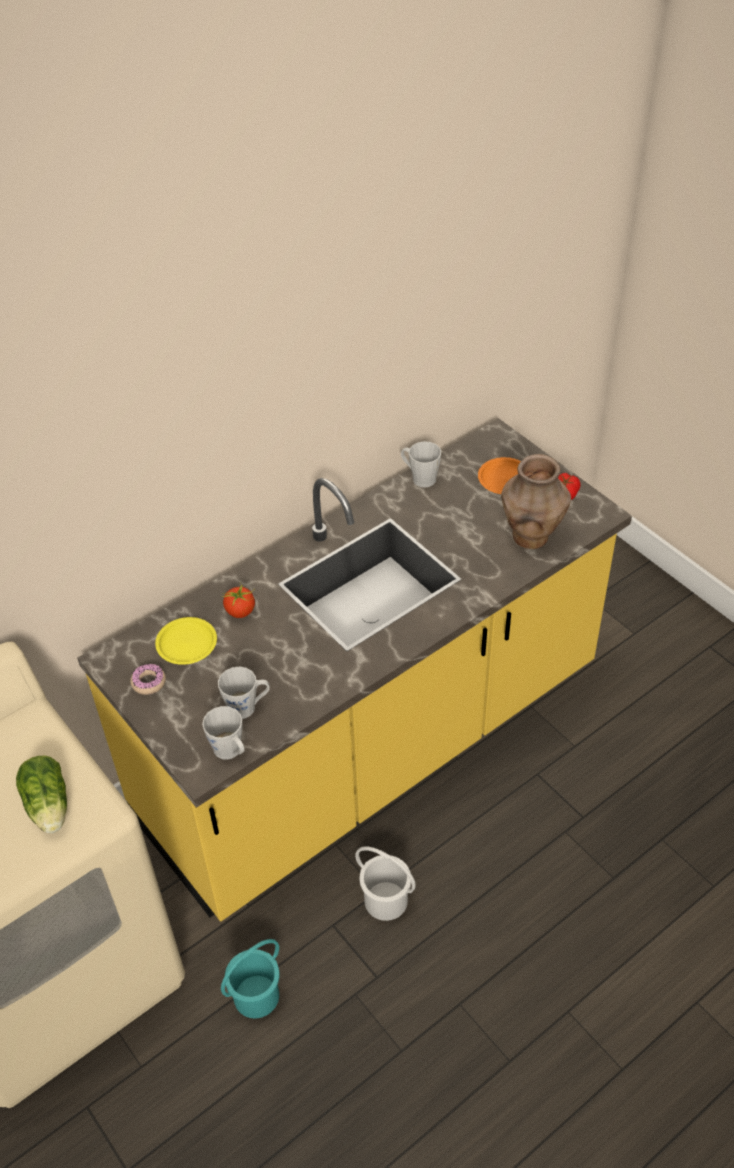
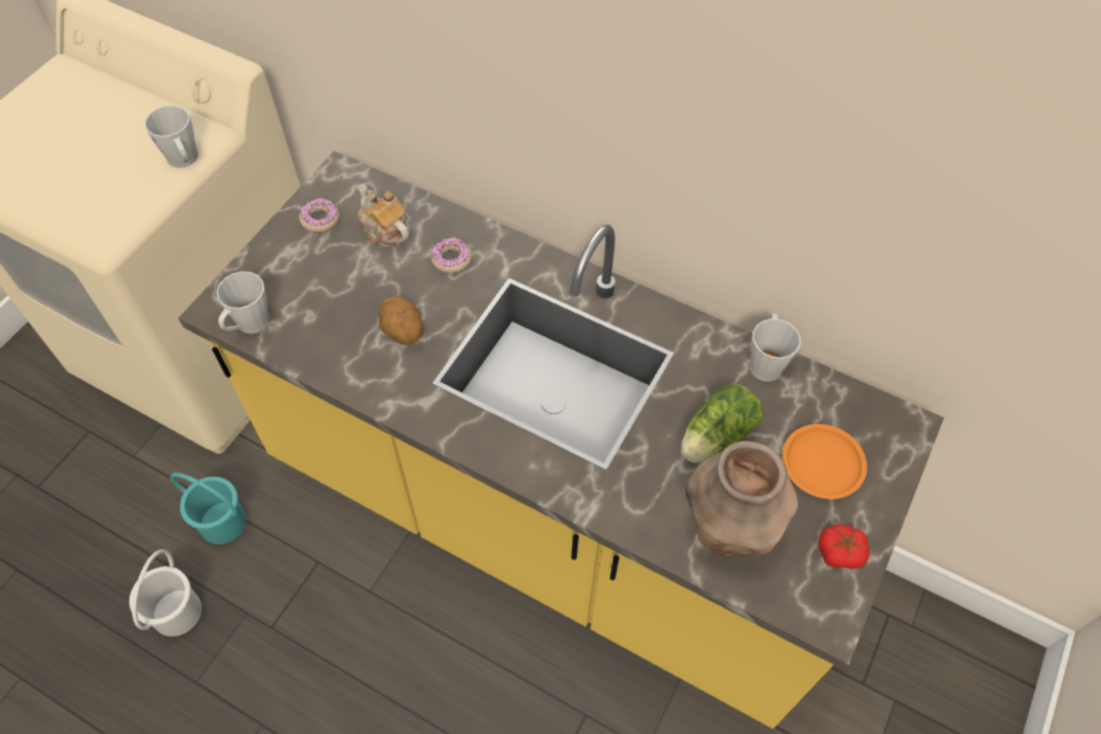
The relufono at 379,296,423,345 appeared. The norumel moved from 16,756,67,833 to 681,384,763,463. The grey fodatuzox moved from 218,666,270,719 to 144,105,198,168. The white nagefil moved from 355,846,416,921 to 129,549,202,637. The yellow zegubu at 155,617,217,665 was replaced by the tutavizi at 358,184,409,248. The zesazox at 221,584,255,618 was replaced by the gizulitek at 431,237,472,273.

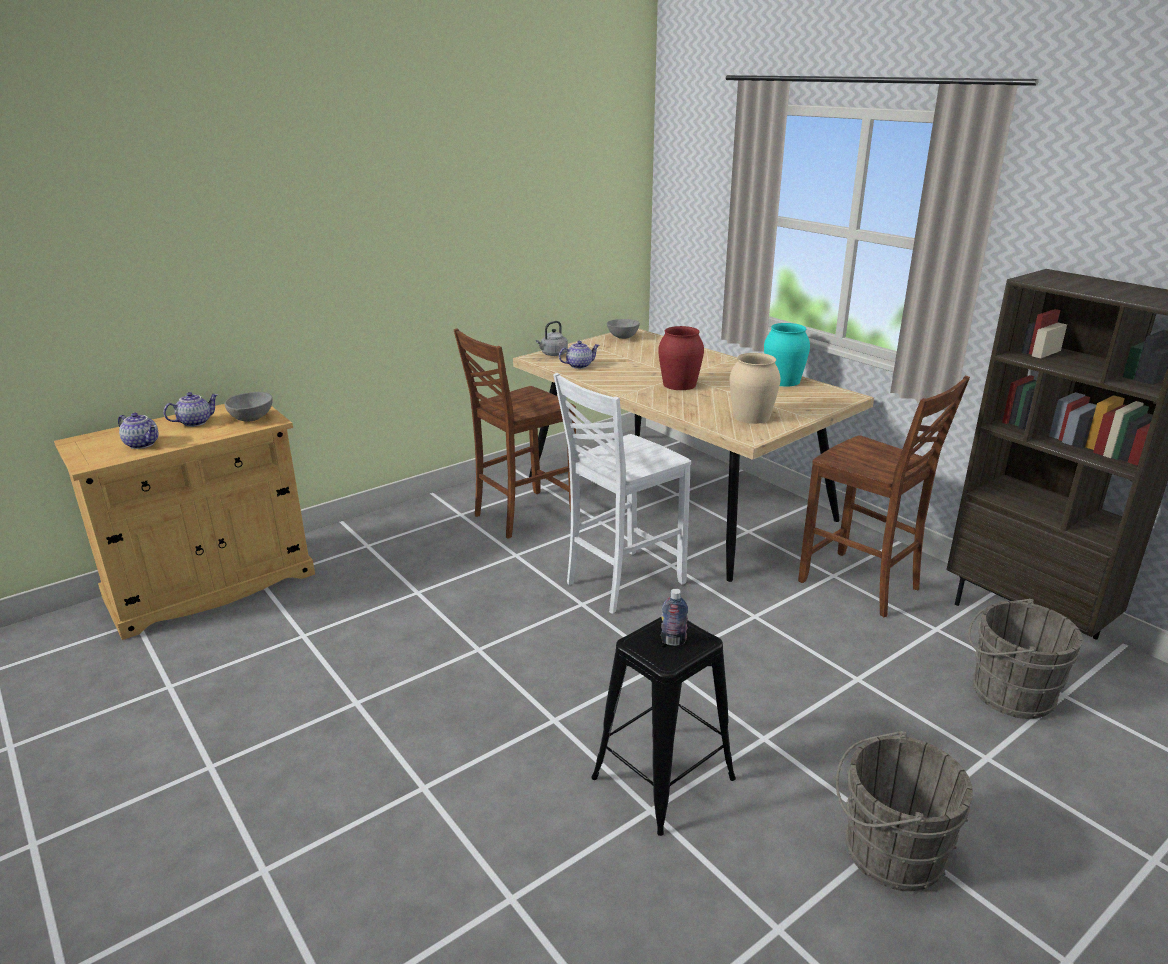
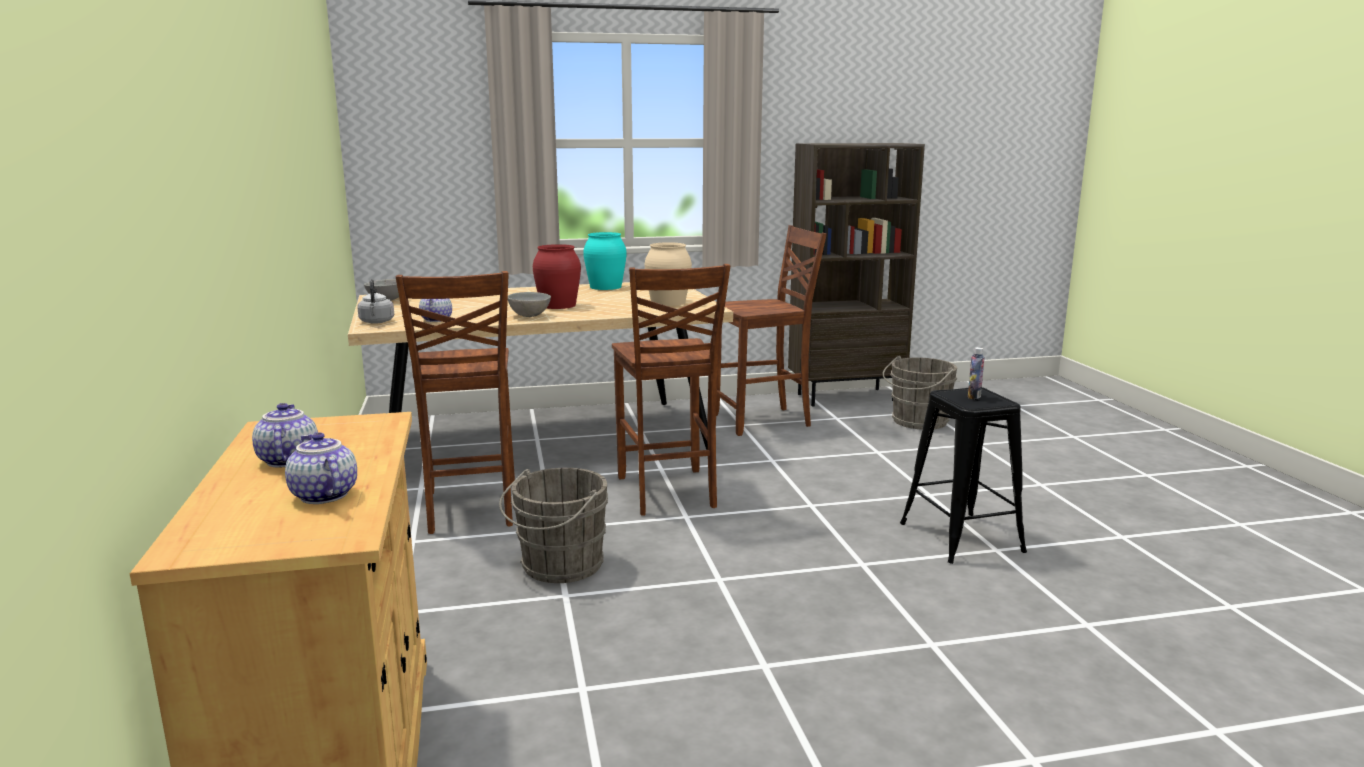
The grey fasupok moved from 225,392,273,422 to 508,292,551,317. The grey nagefil moved from 836,731,973,891 to 499,468,608,583. The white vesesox at 553,373,691,614 became the brown vesesox at 612,264,730,516. The tutavizi at 118,413,159,449 turned 90 degrees counterclockwise.

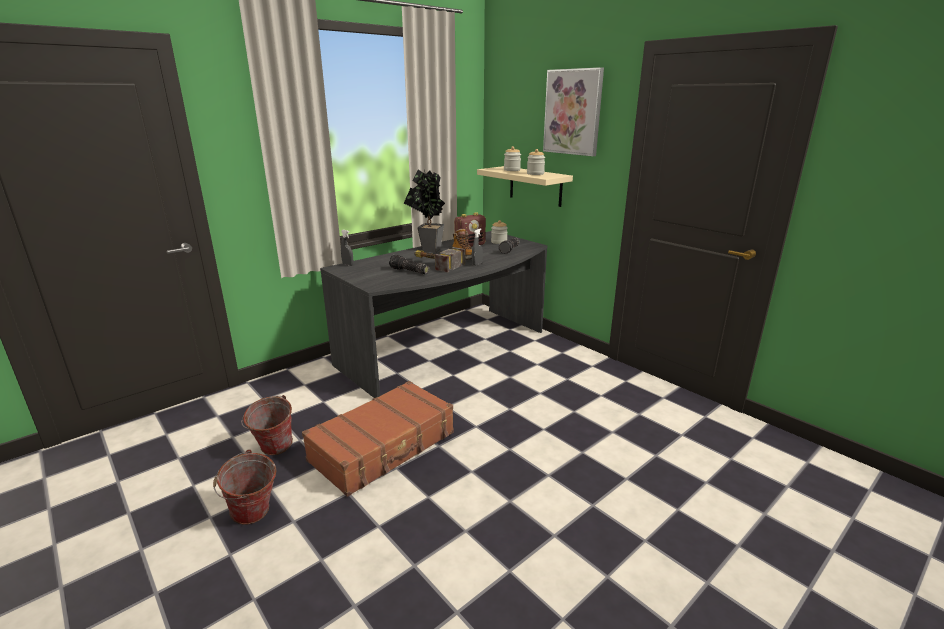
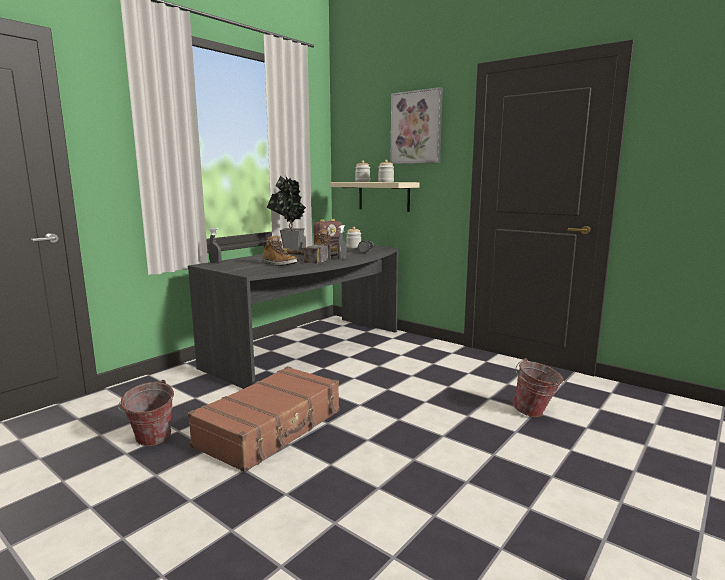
The nagefil moved from 213,449,276,525 to 513,358,563,417. The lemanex at 389,255,429,274 was replaced by the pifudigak at 262,235,297,266.

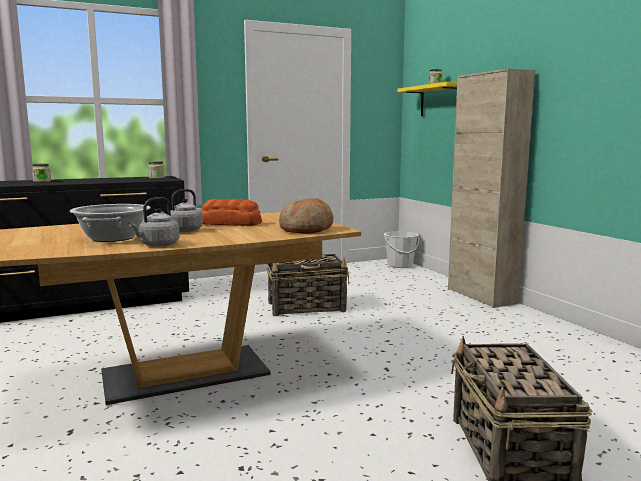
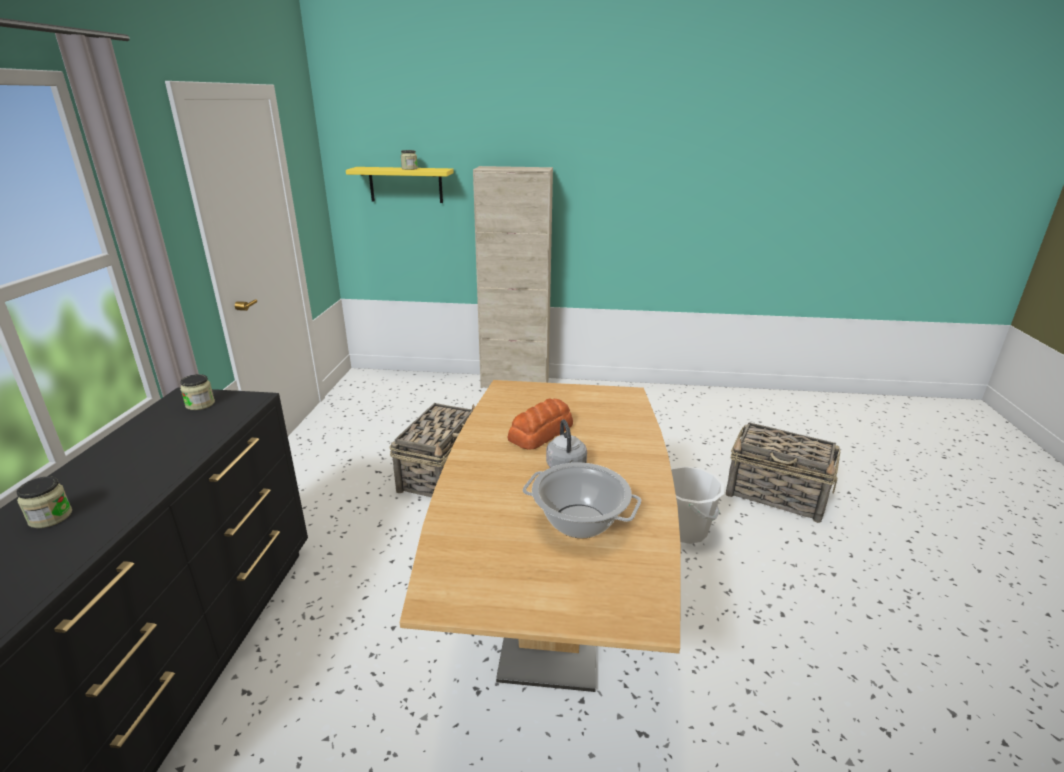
The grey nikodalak at 128,197,180,247 disappeared. The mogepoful at 279,198,333,233 disappeared. The white nagefil moved from 384,231,419,268 to 671,466,724,544.

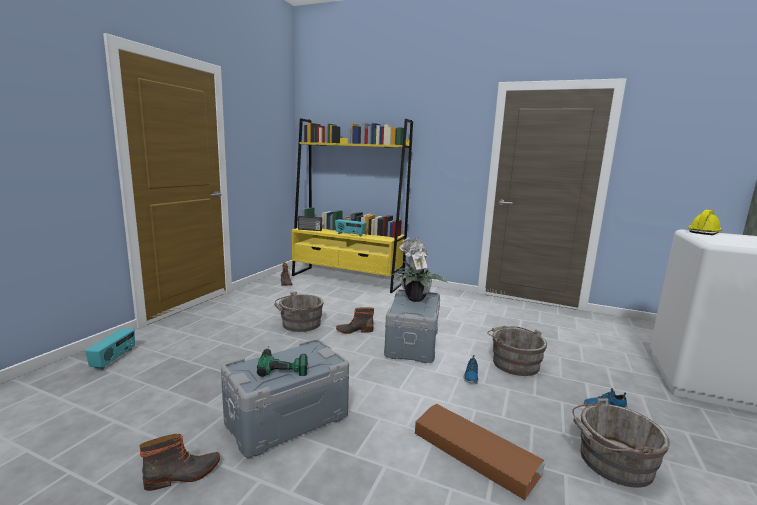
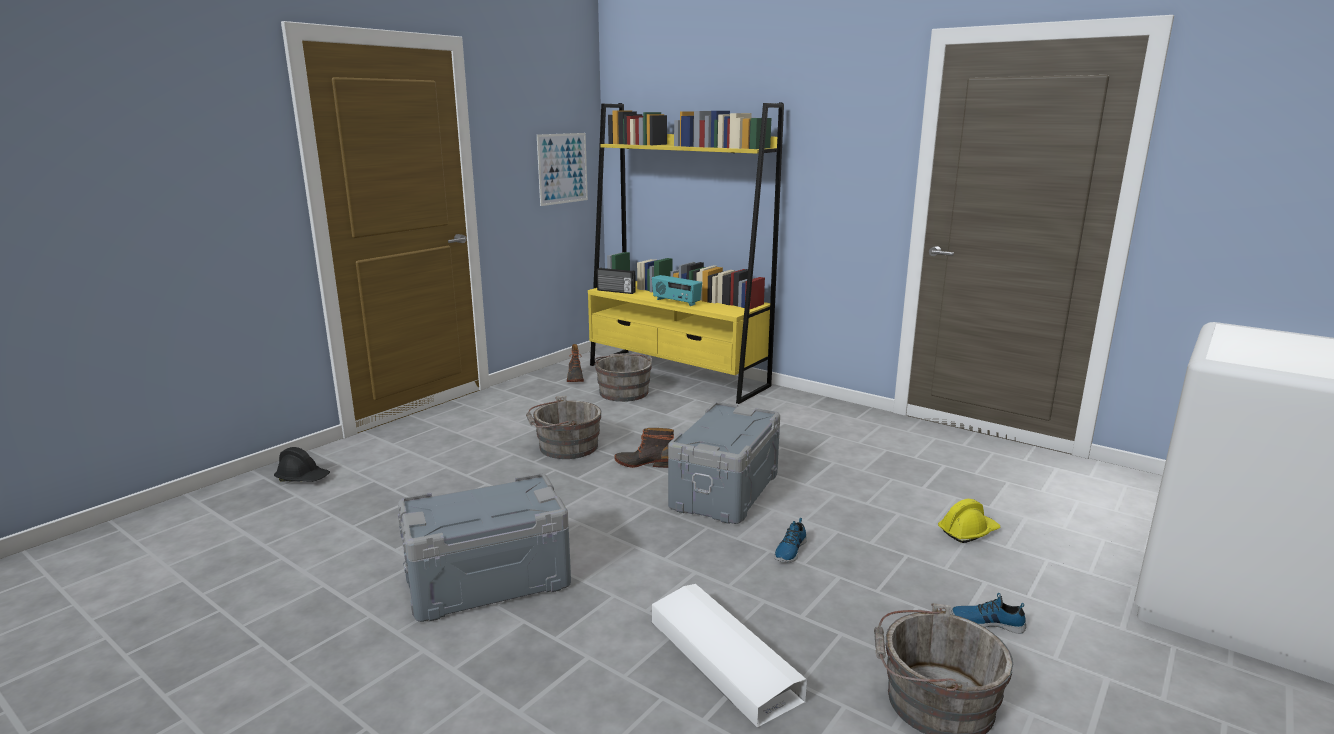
The pifudigak at 139,434,220,491 disappeared. The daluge at 257,346,307,377 disappeared. The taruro at 392,237,447,302 disappeared. The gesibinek at 537,133,588,206 appeared. The grey nagefil moved from 487,326,547,376 to 594,353,652,402. The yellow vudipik moved from 688,210,722,235 to 938,499,1000,543. The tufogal at 85,328,135,370 was replaced by the black vudipik at 274,447,330,482. The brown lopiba at 415,404,545,500 became the white lopiba at 652,584,807,728.

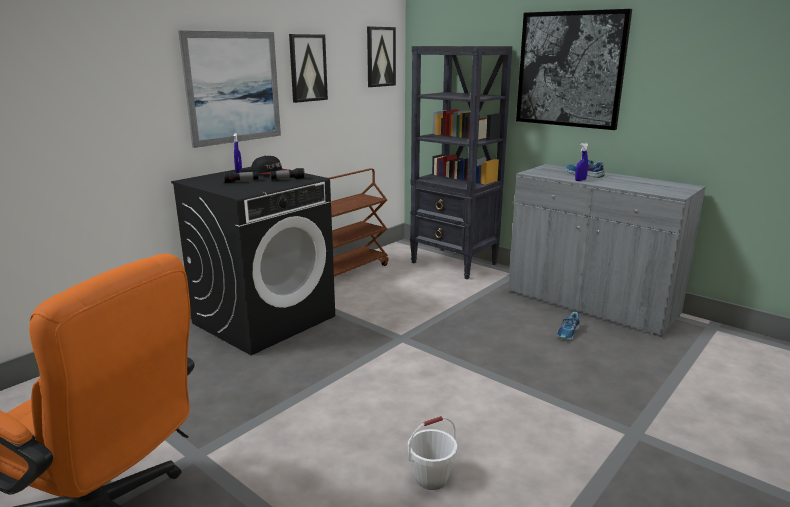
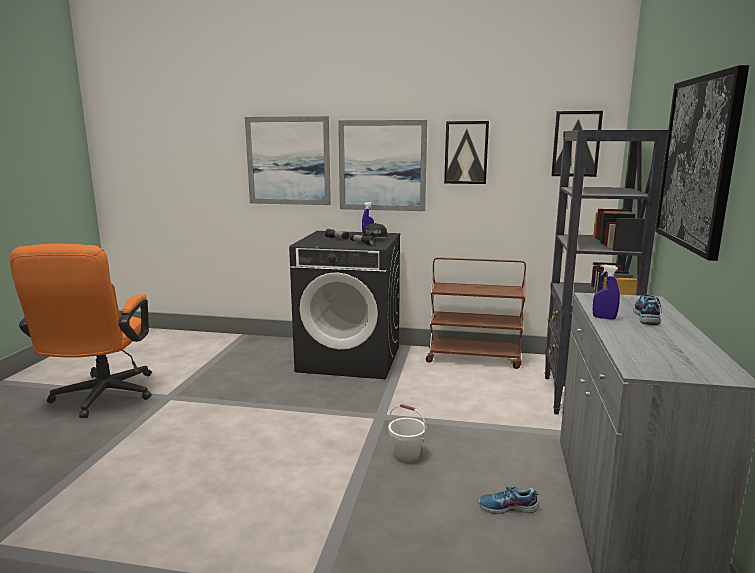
The gesibinek at 245,116,331,205 appeared. The white nagefil moved from 408,416,457,490 to 388,404,426,463.

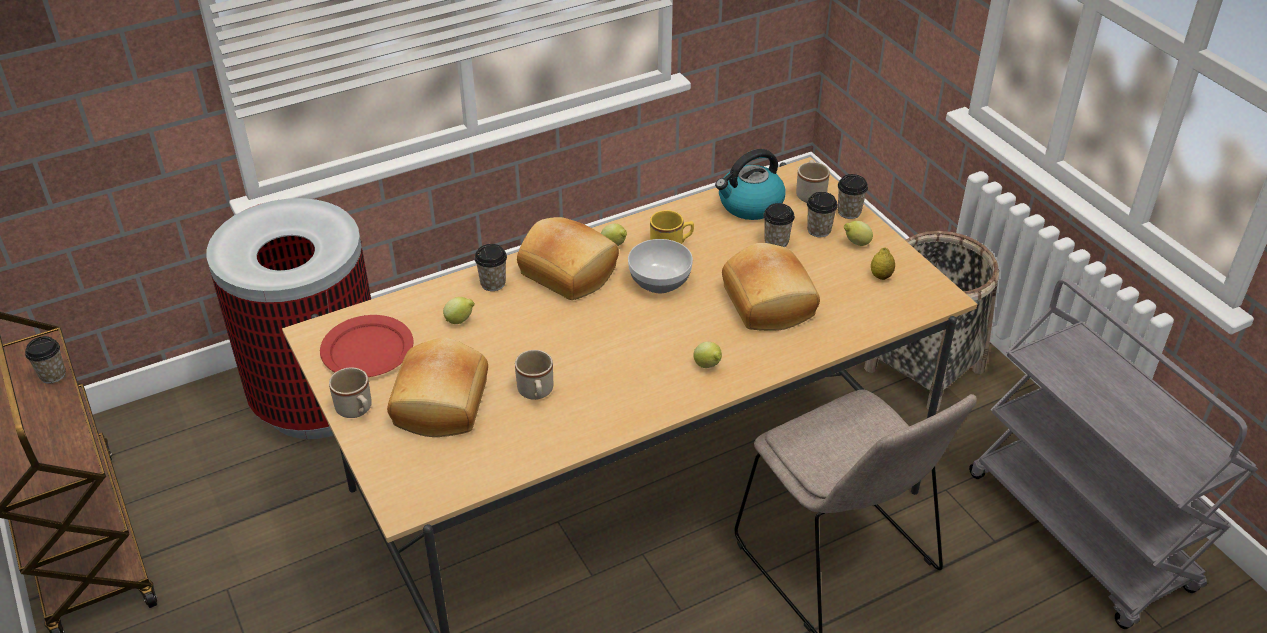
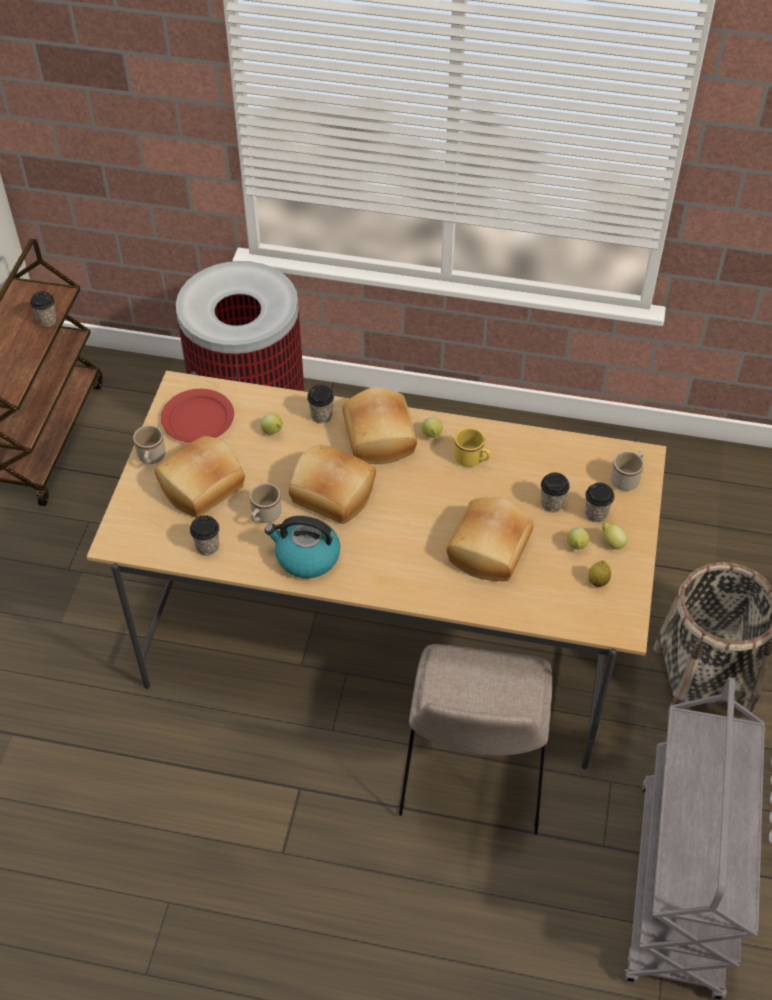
The fasupok at 628,239,693,293 disappeared. The mogepoful at 289,445,376,524 appeared. The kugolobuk moved from 693,342,722,368 to 567,527,589,550. The nikodalak moved from 715,149,786,220 to 265,516,340,578. The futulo moved from 838,174,868,219 to 190,515,219,556.

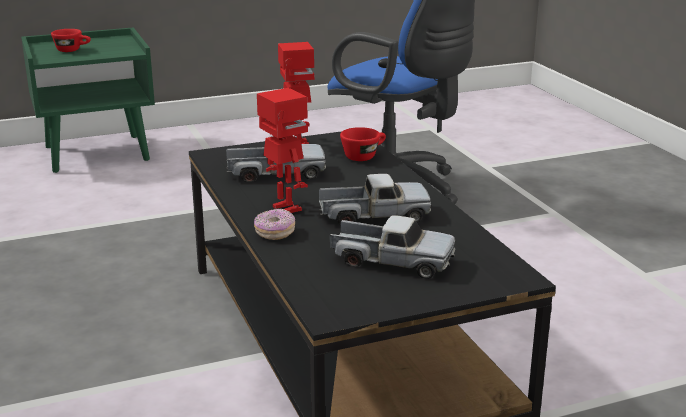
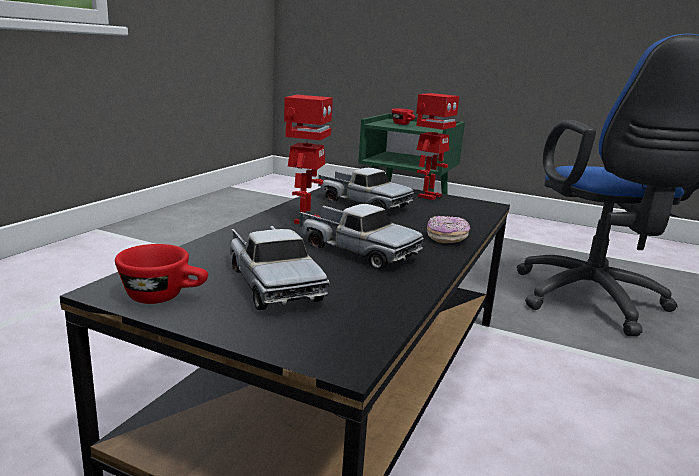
The gizulitek moved from 254,209,295,240 to 427,216,470,243. The red futulo moved from 340,127,386,161 to 115,244,208,304.

